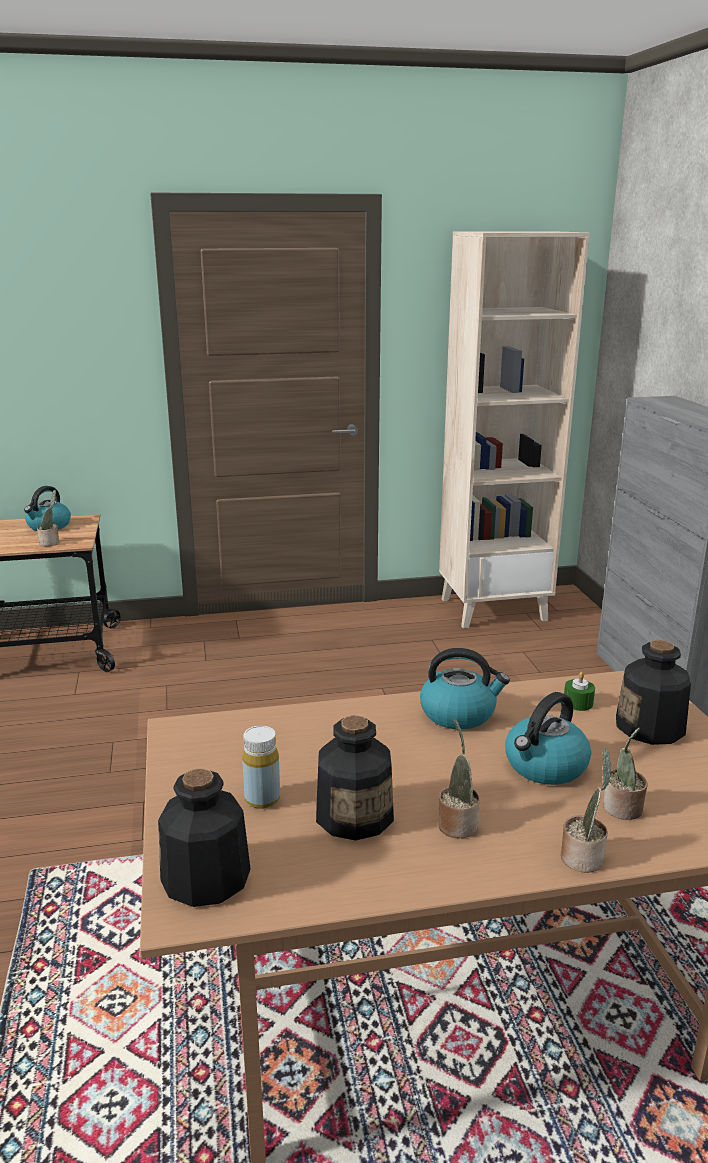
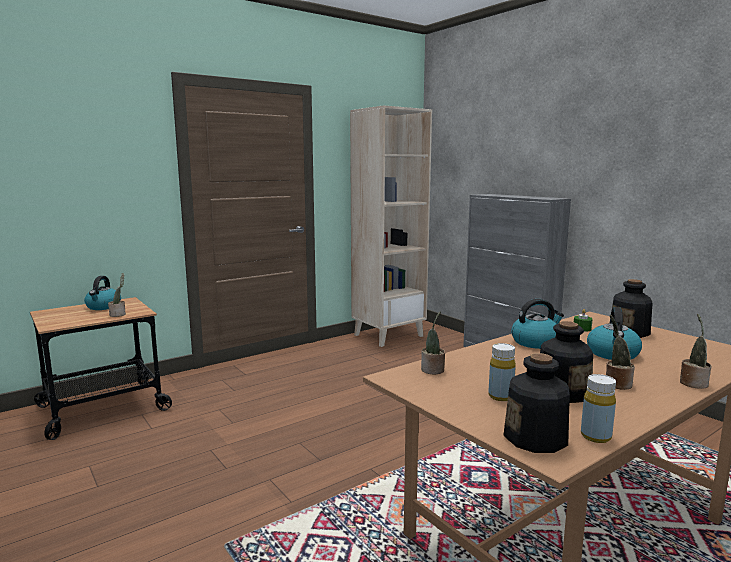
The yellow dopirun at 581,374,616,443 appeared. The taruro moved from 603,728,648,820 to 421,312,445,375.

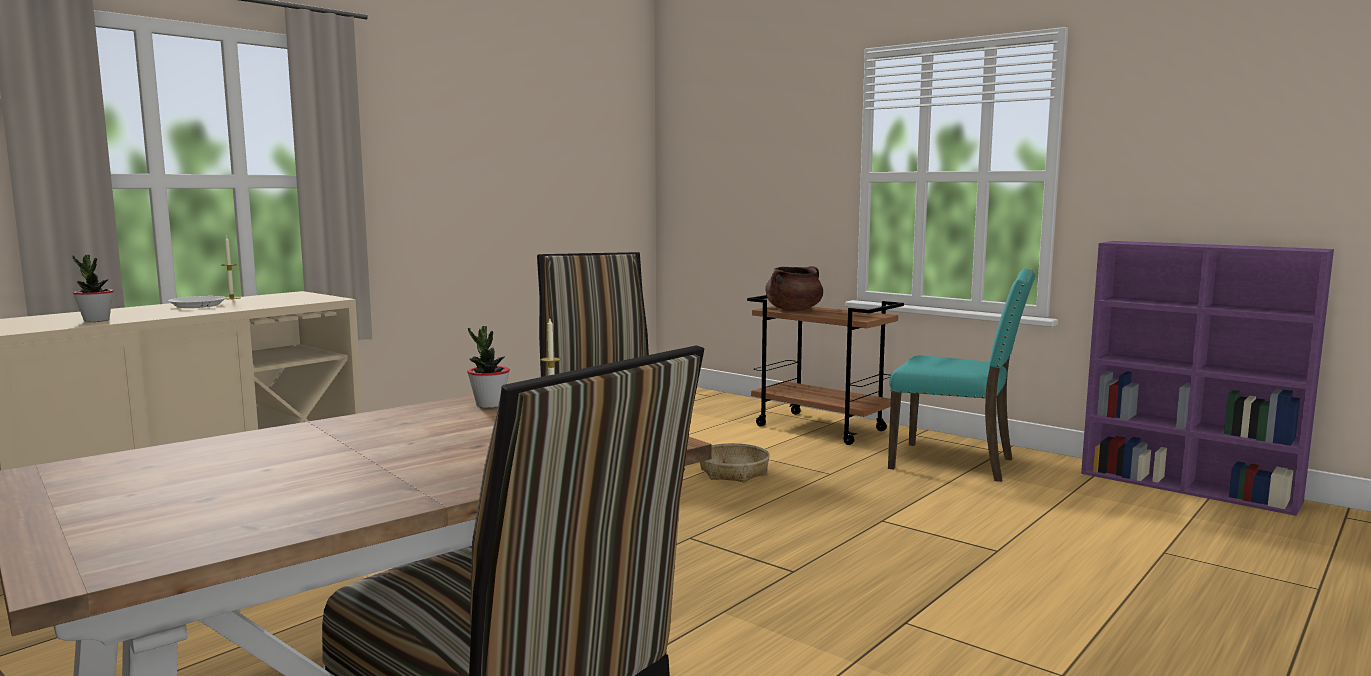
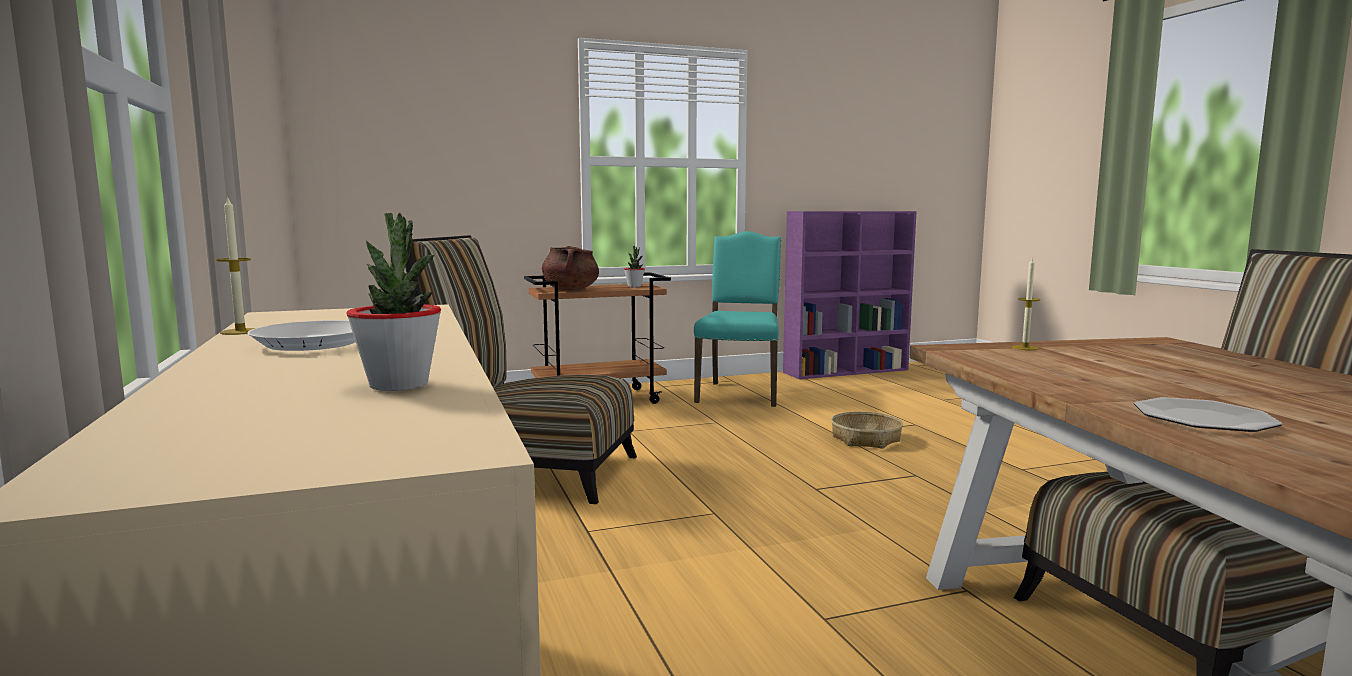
The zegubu at 1134,397,1282,432 appeared. The taruro moved from 467,326,510,408 to 624,246,645,287. The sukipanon moved from 700,443,770,482 to 831,412,903,449. The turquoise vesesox at 888,268,1036,482 turned 45 degrees counterclockwise.

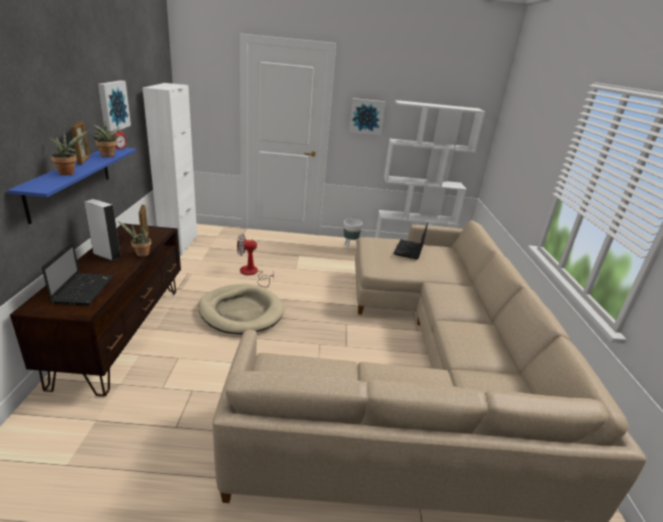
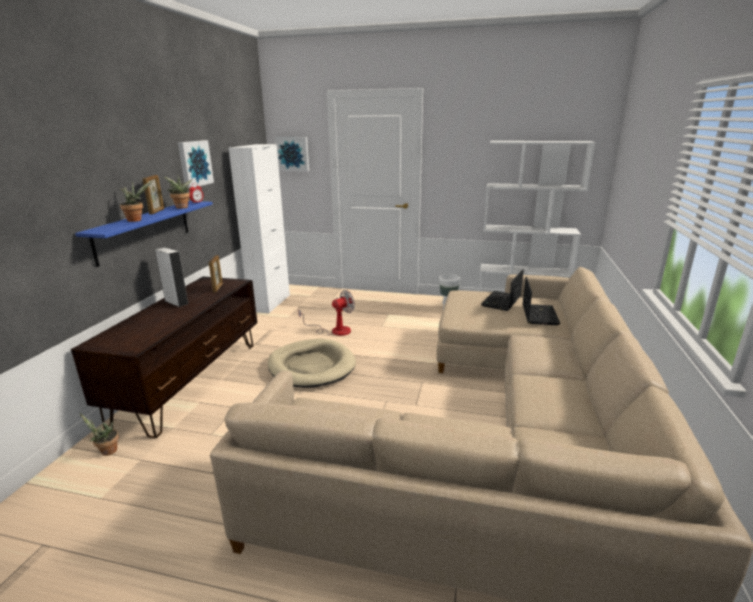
The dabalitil moved from 42,242,114,306 to 523,277,560,325. The taruro moved from 118,221,151,257 to 80,413,119,456. The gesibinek moved from 349,98,385,135 to 275,137,309,172. The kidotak at 237,234,274,287 turned 135 degrees clockwise.

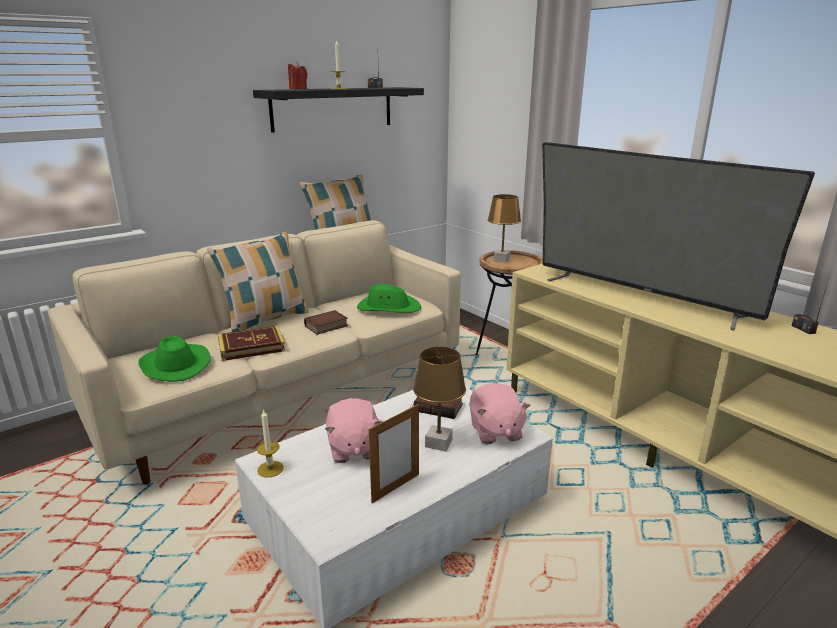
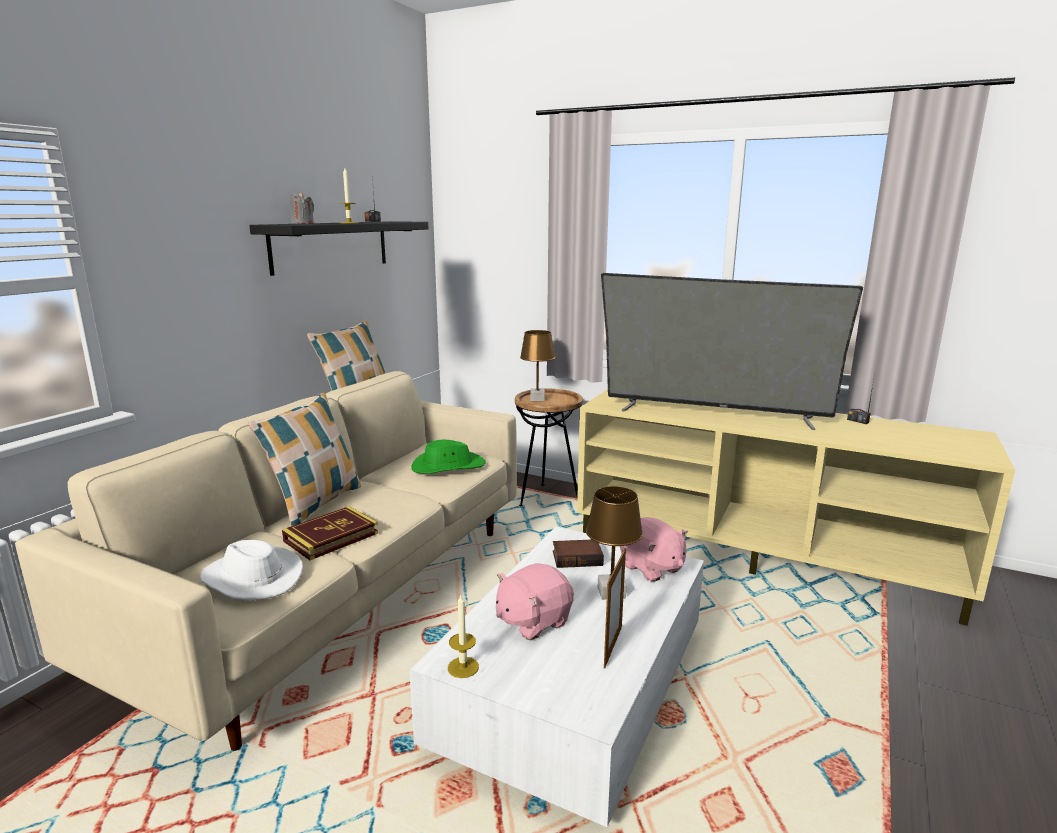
The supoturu at 304,310,348,335 disappeared. The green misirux at 139,336,210,382 became the white misirux at 200,540,303,600. The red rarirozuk at 288,62,307,89 became the grey rarirozuk at 290,191,314,224. The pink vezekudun at 325,398,383,463 turned 90 degrees clockwise.

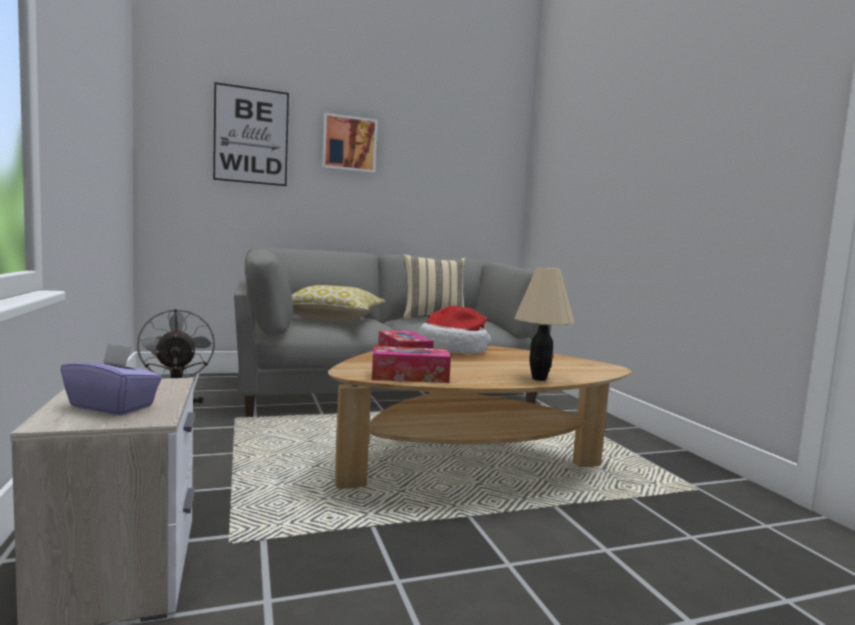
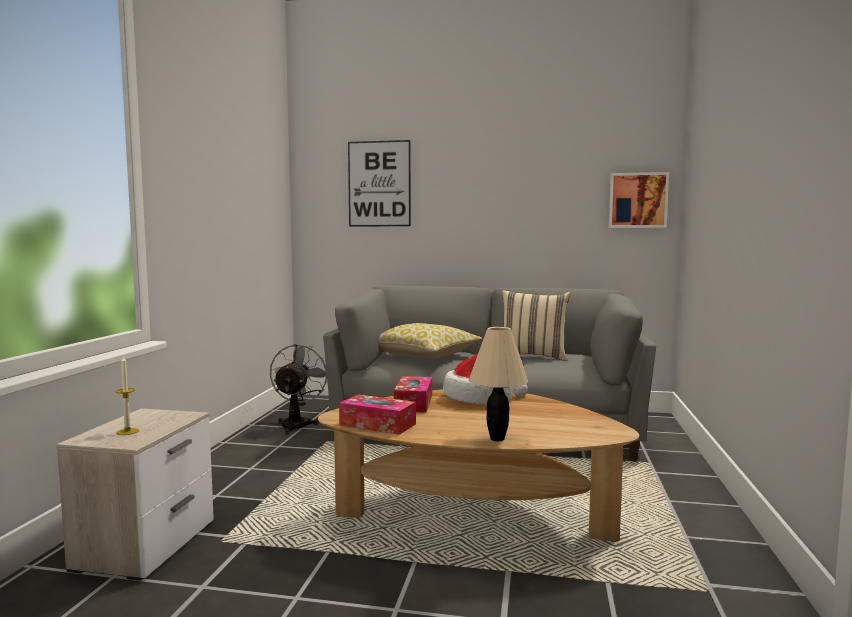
The gesibinek moved from 322,113,378,173 to 609,172,669,228. The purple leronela at 61,343,162,416 was replaced by the rarirozuk at 115,356,139,435.

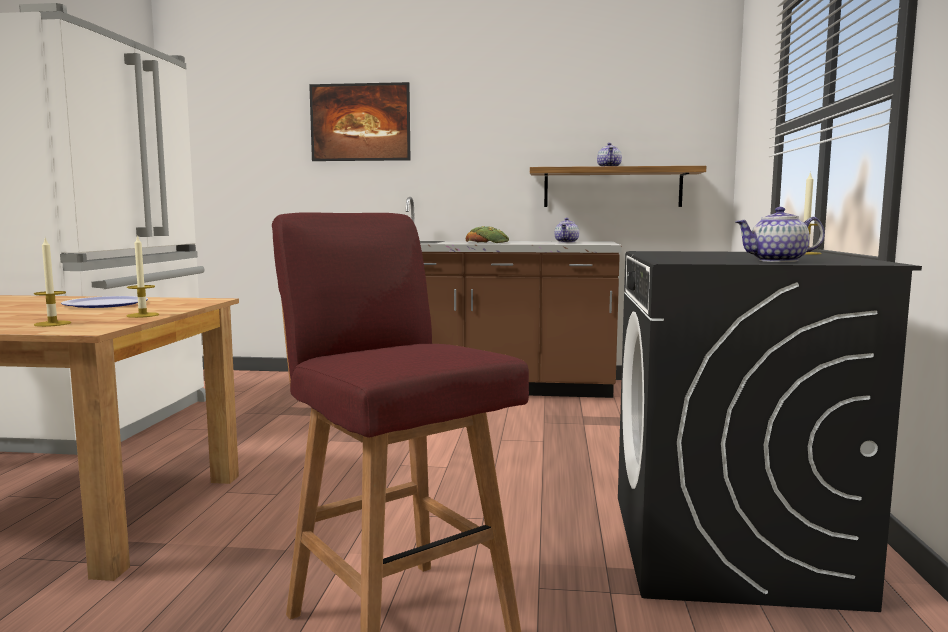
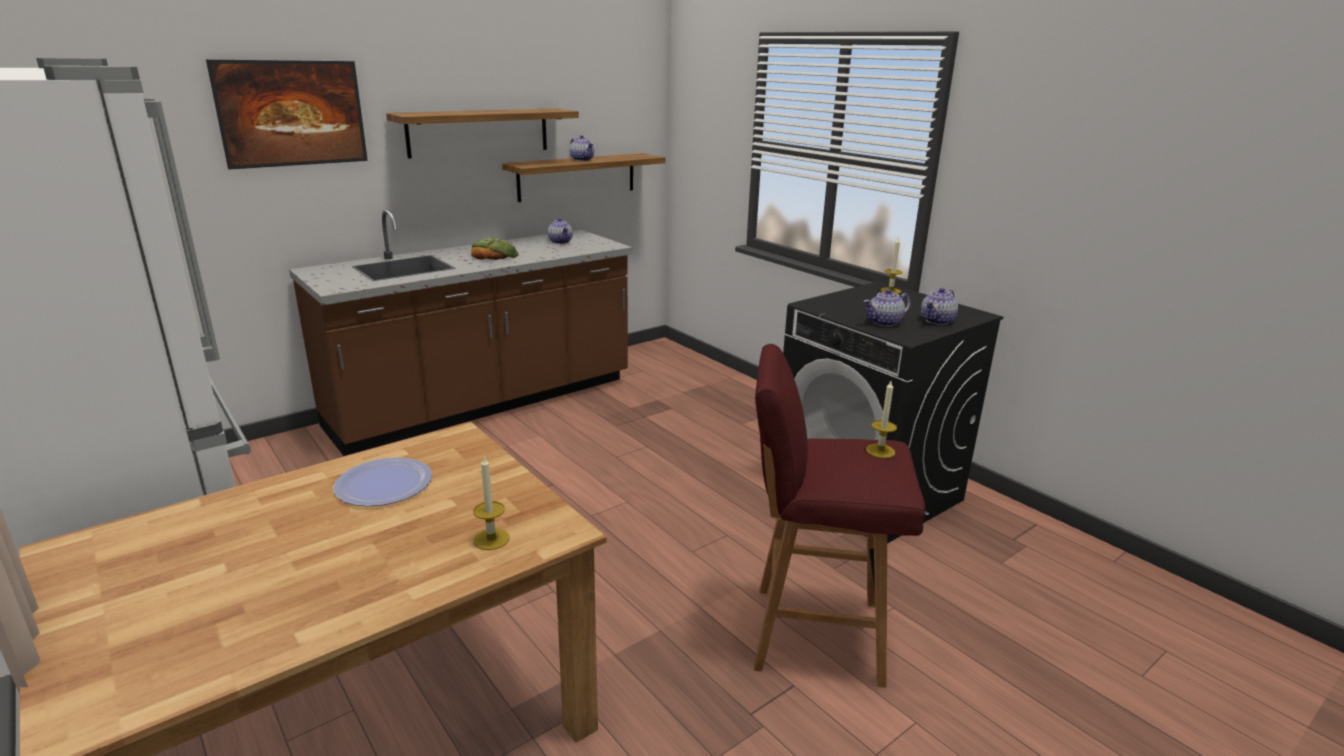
The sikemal at 386,108,579,158 appeared. The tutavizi at 863,289,911,326 appeared. The rarirozuk moved from 126,235,159,318 to 866,381,897,458.

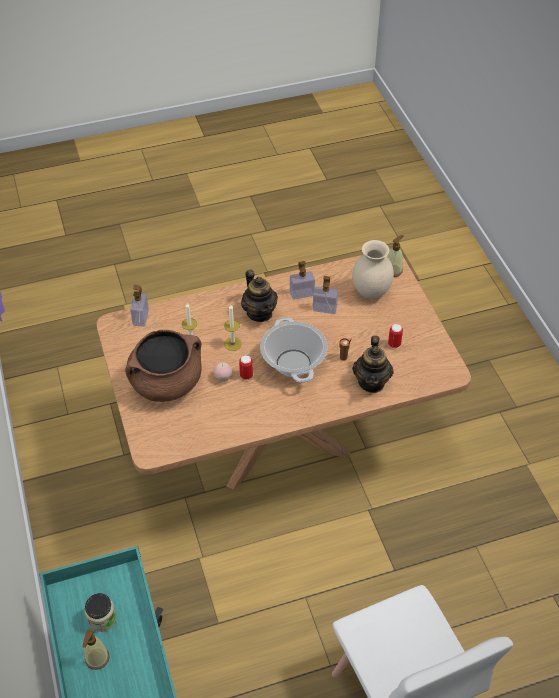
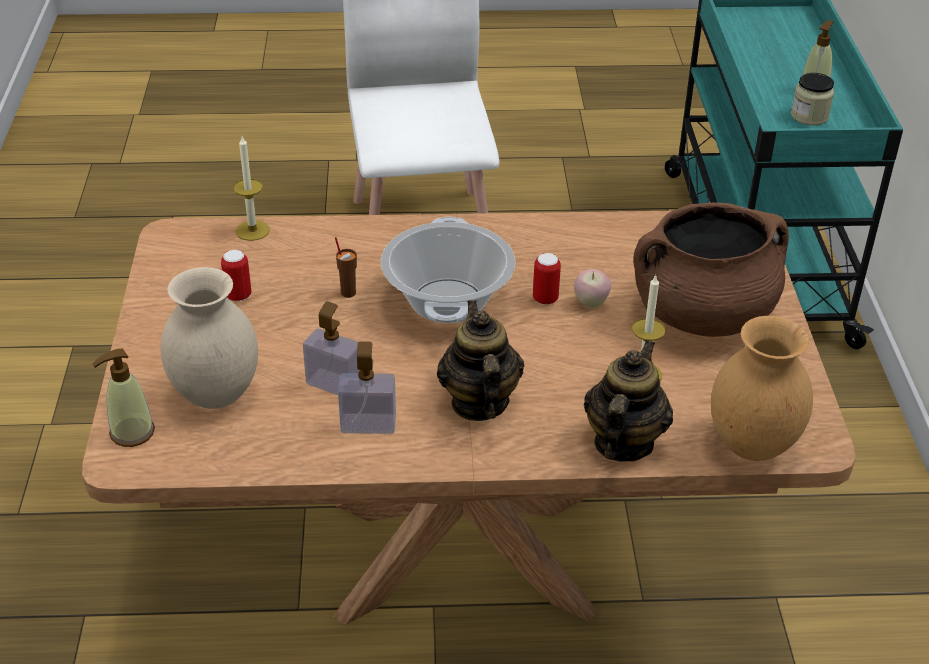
The rarirozuk moved from 224,305,242,351 to 233,136,270,241. The tutavizi moved from 352,336,394,393 to 584,340,673,462. The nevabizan at 130,285,149,327 was replaced by the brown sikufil at 711,316,813,461.

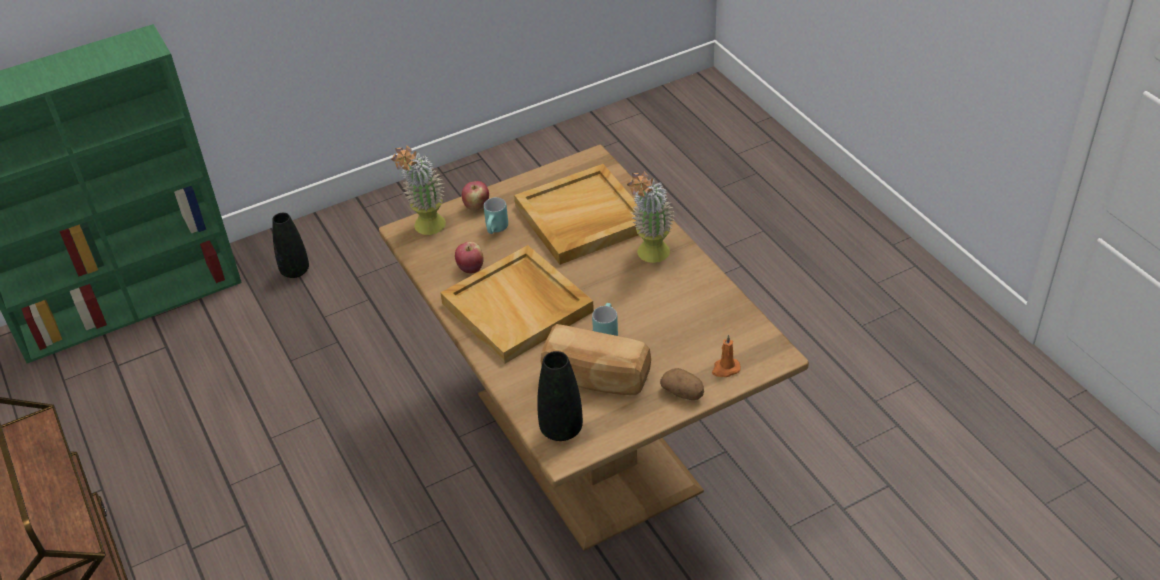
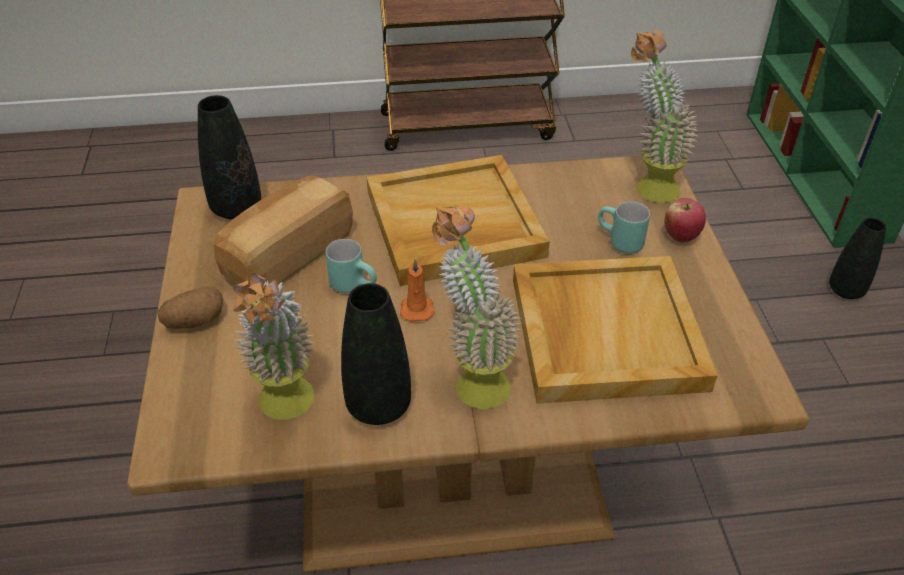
The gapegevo at 455,242,484,273 disappeared. The taruro at 233,273,315,420 appeared. The black sikufil at 341,283,411,425 appeared. The orange rarirozuk moved from 712,335,741,377 to 400,259,435,322.

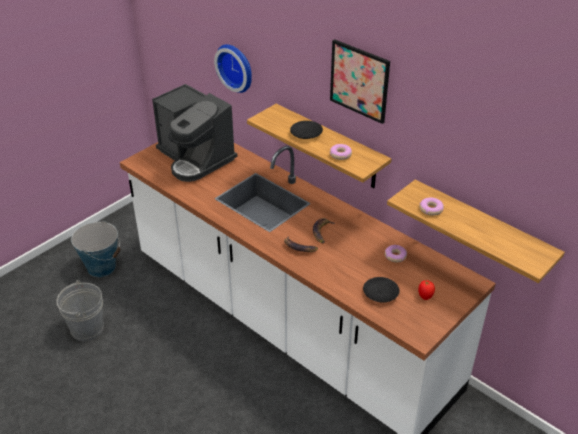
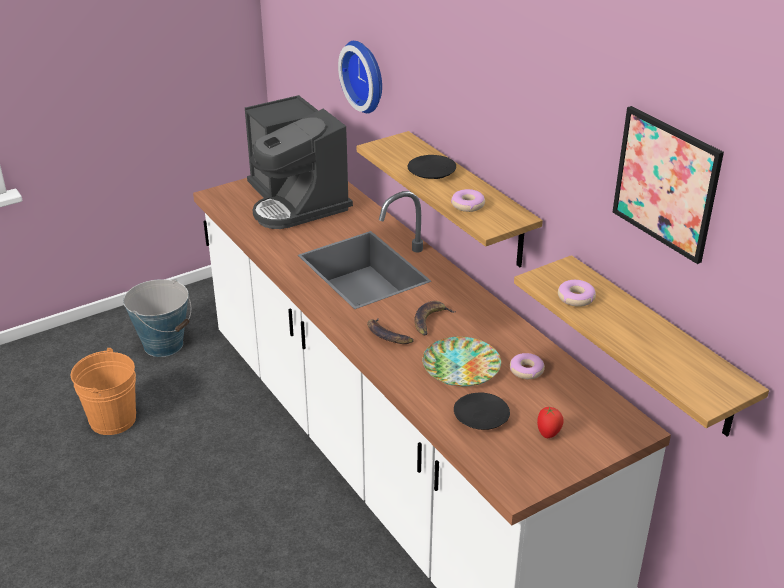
The zegubu at 422,337,501,387 appeared. The gesibinek moved from 330,39,390,124 to 613,106,724,264. The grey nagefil at 56,280,104,341 became the orange nagefil at 70,348,136,435.

